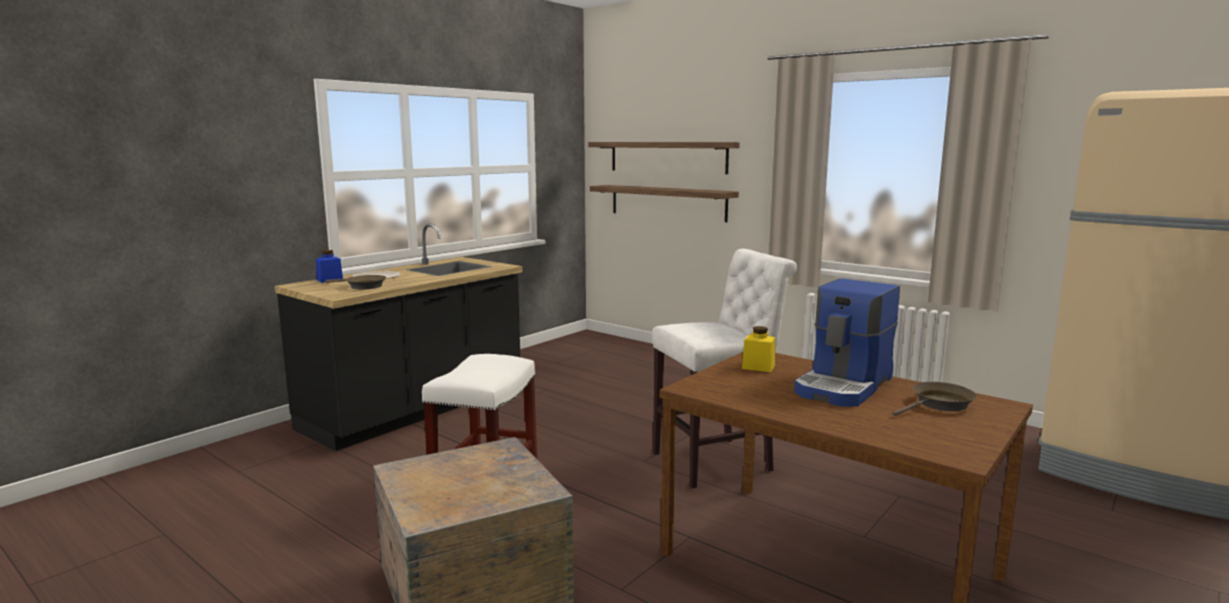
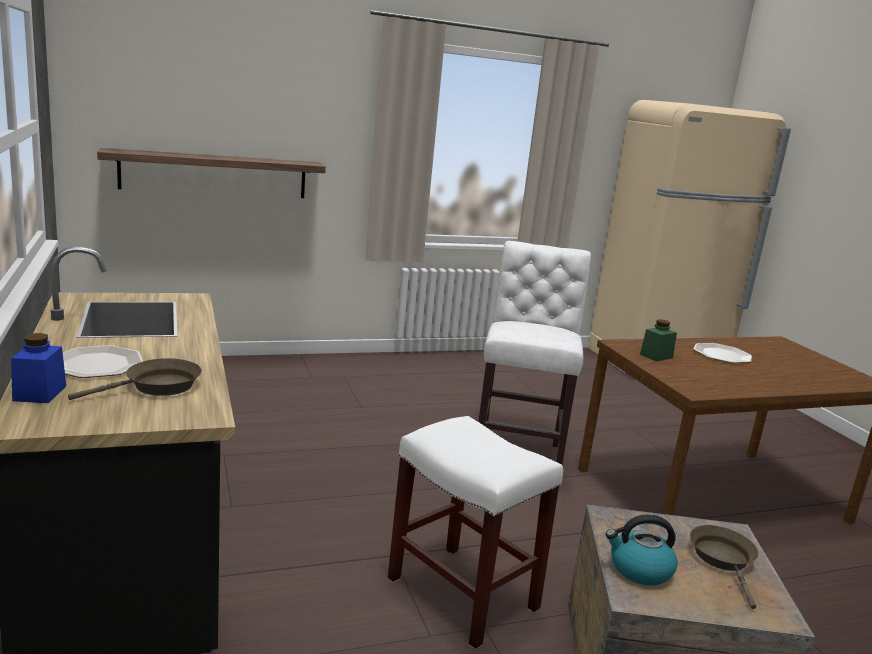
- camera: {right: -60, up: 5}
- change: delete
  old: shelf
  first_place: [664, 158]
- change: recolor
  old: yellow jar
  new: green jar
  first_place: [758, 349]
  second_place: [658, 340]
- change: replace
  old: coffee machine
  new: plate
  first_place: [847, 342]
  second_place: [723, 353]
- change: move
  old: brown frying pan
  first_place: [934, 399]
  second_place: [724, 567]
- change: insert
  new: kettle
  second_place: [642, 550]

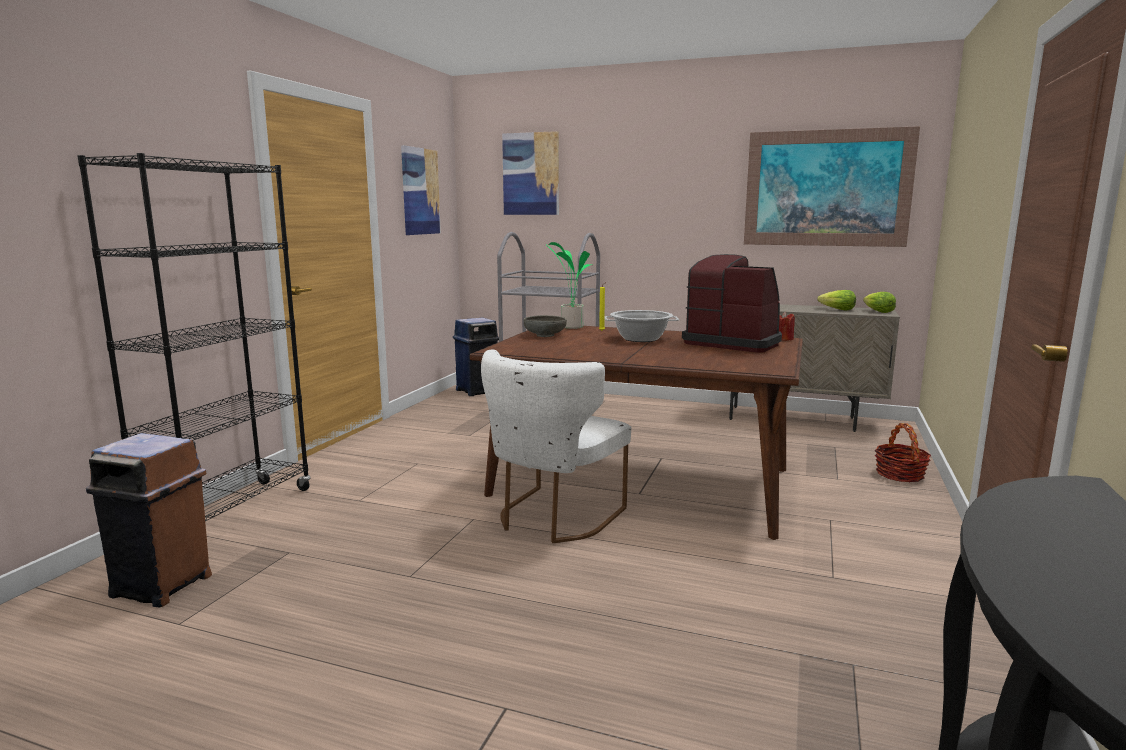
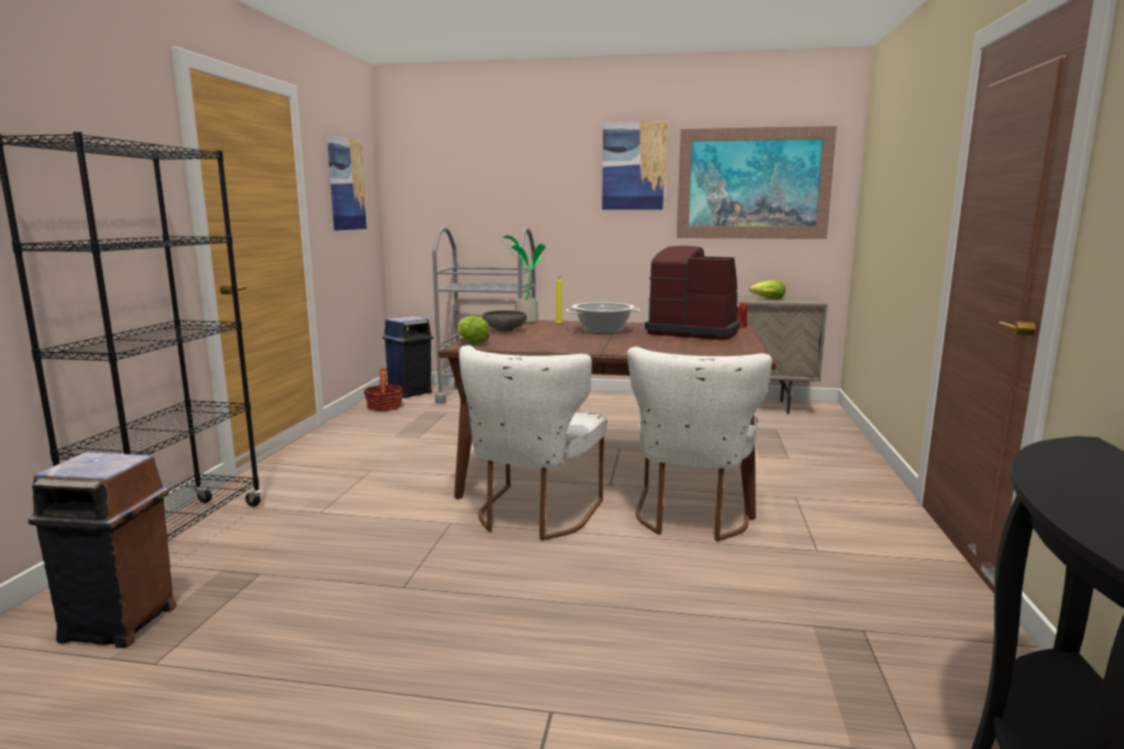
- camera: {right: -10, up: 0}
- change: move
  old: picture
  first_place: [530, 173]
  second_place: [635, 165]
- change: move
  old: lettuce
  first_place: [879, 302]
  second_place: [473, 330]
- change: move
  old: basket
  first_place: [903, 453]
  second_place: [383, 389]
- change: insert
  new: white chair
  second_place: [699, 444]

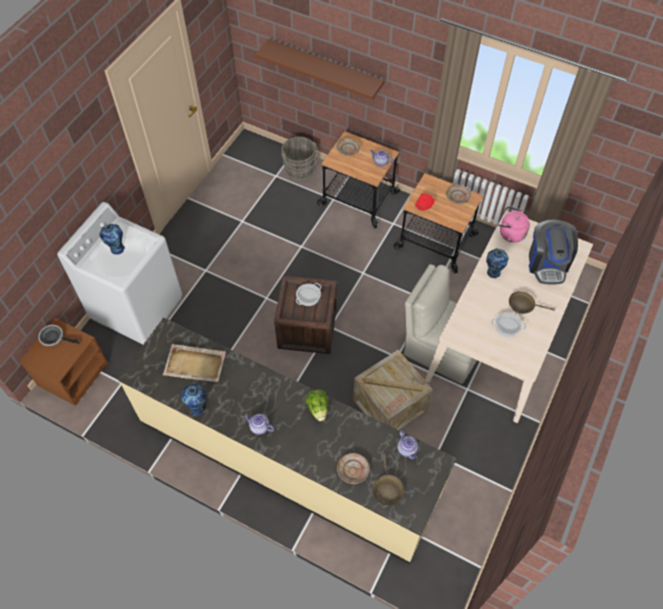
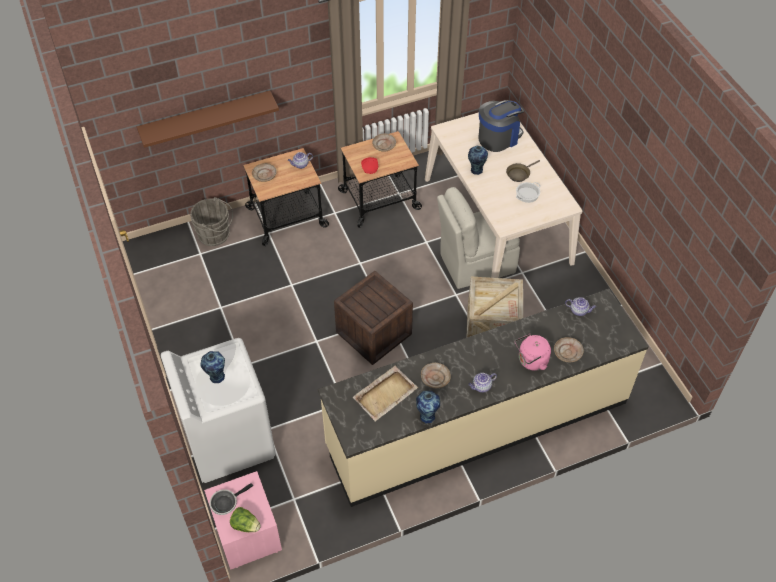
- camera: {right: -50, up: -5}
- change: recolor
  old: brown nightstand
  new: pink nightstand
  first_place: [63, 361]
  second_place: [243, 520]
- change: delete
  old: cooking pot
  first_place: [308, 294]
- change: move
  old: lettuce
  first_place: [316, 405]
  second_place: [245, 519]
- change: delete
  old: brown frying pan
  first_place: [388, 479]
- change: move
  old: pink kettle
  first_place: [514, 224]
  second_place: [533, 352]
- change: rotate
  old: coffee machine
  first_place: [553, 252]
  second_place: [501, 126]
  degrees: -75
- change: insert
  new: beige plate
  second_place: [436, 375]

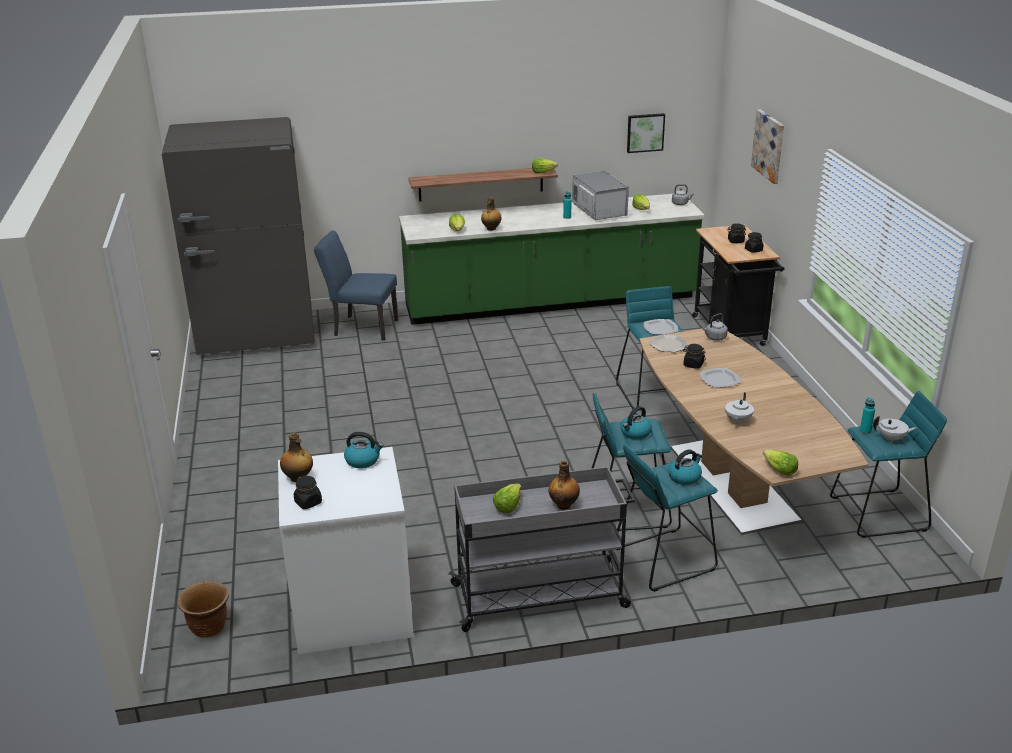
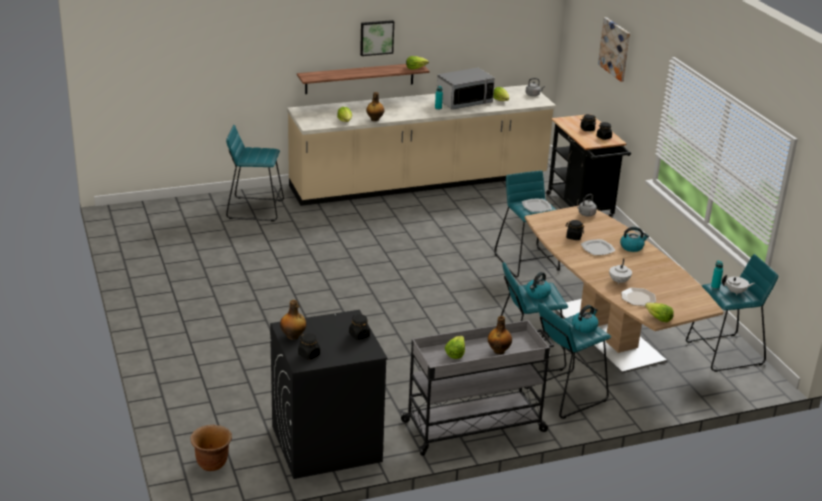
- camera: {right: -10, up: 0}
- change: delete
  old: grey fridge
  first_place: [238, 236]
- change: recolor
  old: white washing machine
  new: black washing machine
  first_place: [346, 550]
  second_place: [328, 394]
- change: replace
  old: blue chair
  new: turquoise stool
  first_place: [356, 286]
  second_place: [255, 173]
- change: move
  old: kettle
  first_place: [363, 450]
  second_place: [634, 239]
- change: recolor
  old: green counter
  new: beige counter
  first_place: [552, 259]
  second_place: [421, 145]
- change: rotate
  old: microwave
  first_place: [600, 195]
  second_place: [466, 89]
  degrees: 90
- change: move
  old: picture
  first_place: [646, 133]
  second_place: [377, 38]
- change: move
  old: plate
  first_place: [669, 343]
  second_place: [638, 297]
- change: insert
  new: black jar
  second_place: [359, 327]

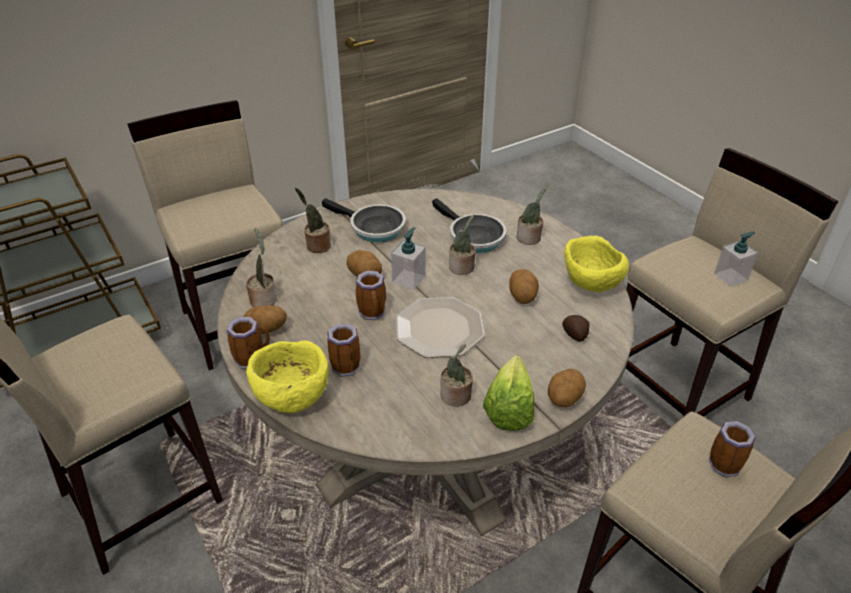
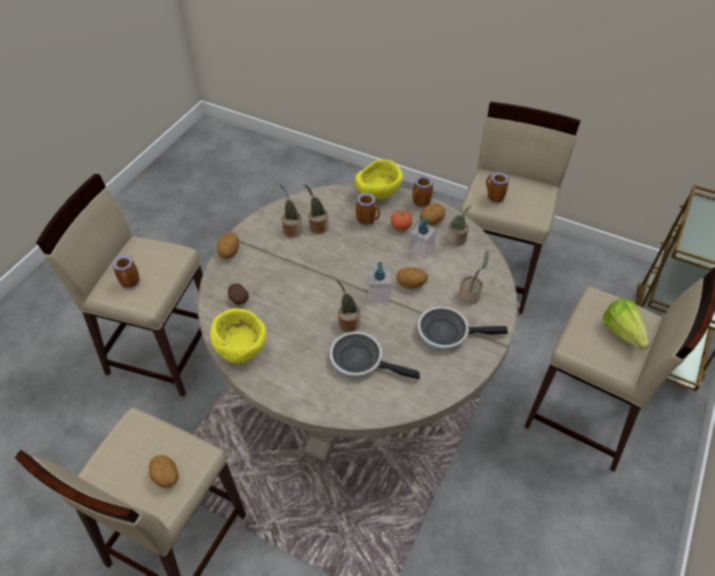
- camera: {right: 150, up: 10}
- change: move
  old: mug
  first_place: [371, 295]
  second_place: [497, 188]
- change: delete
  old: plate
  first_place: [440, 327]
- change: move
  old: lettuce
  first_place: [508, 393]
  second_place: [626, 324]
- change: move
  old: potato
  first_place: [524, 286]
  second_place: [164, 471]
- change: move
  old: potted plant
  first_place: [532, 215]
  second_place: [316, 209]
- change: move
  old: soap dispenser
  first_place: [736, 259]
  second_place: [422, 238]
- change: insert
  new: tomato
  second_place: [401, 220]

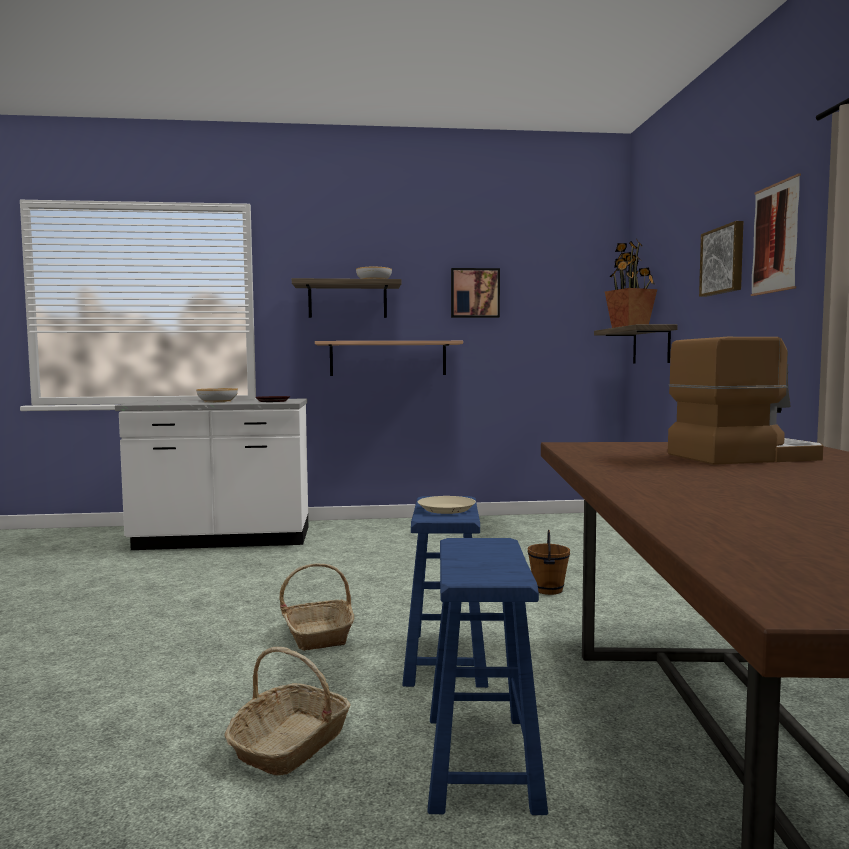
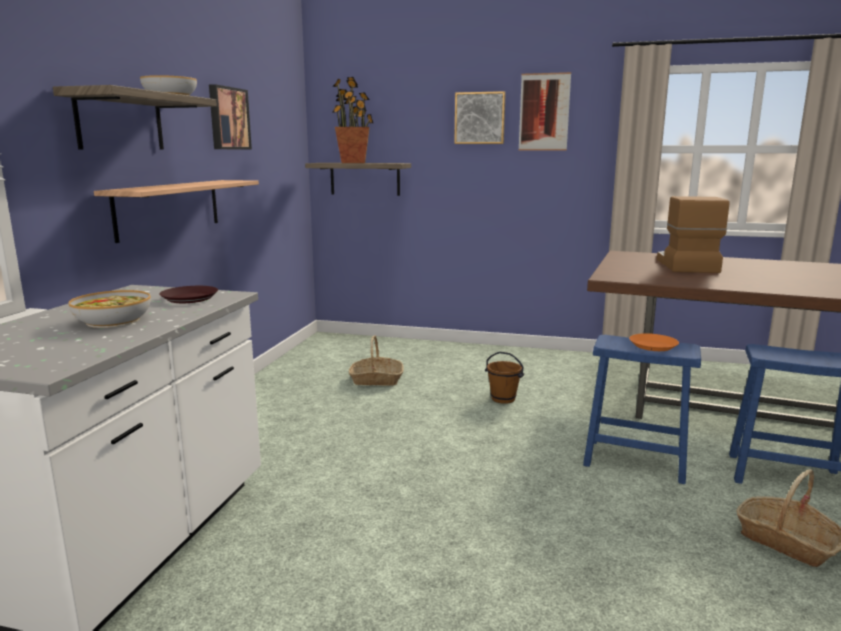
- camera: {right: -70, up: 10}
- change: move
  old: basket
  first_place: [316, 607]
  second_place: [376, 360]
- change: recolor
  old: beige plate
  new: orange plate
  first_place: [447, 505]
  second_place: [654, 342]

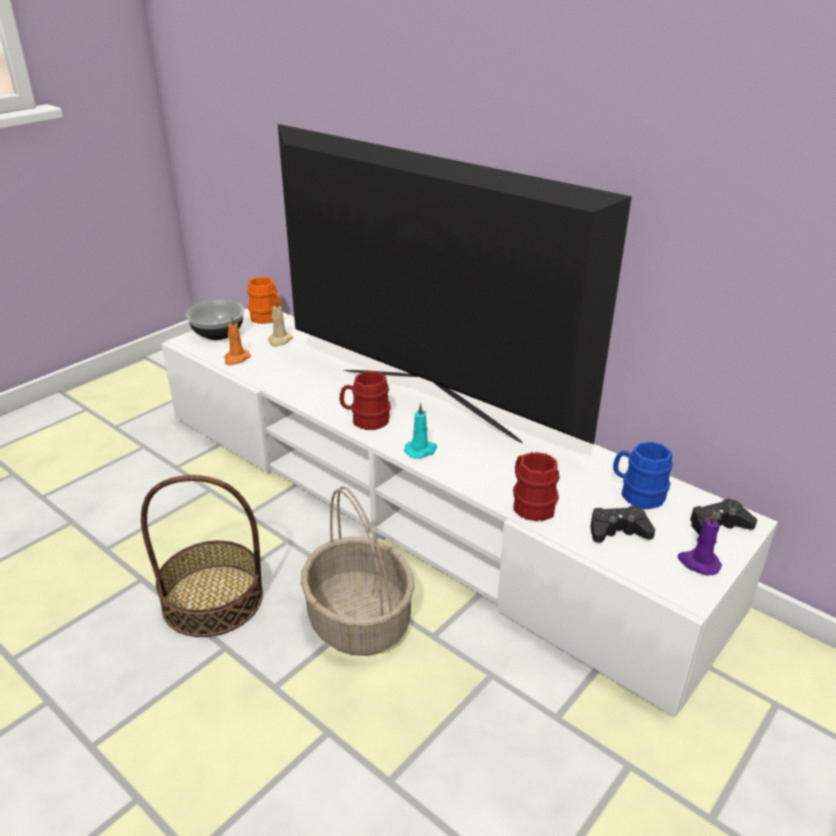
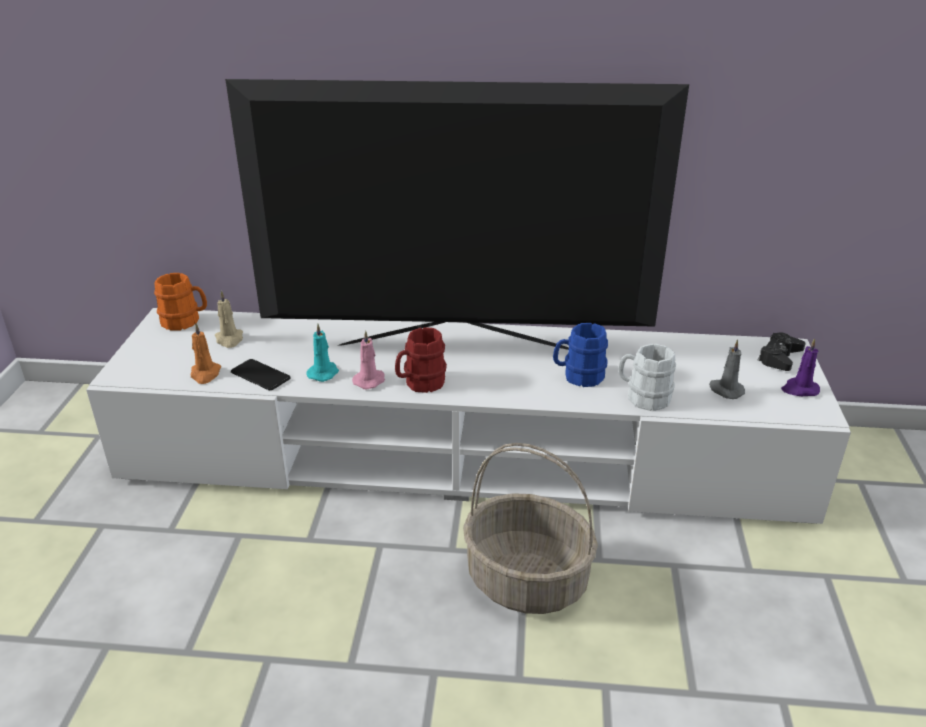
- camera: {right: -35, up: 0}
- change: delete
  old: basket
  first_place: [202, 556]
- change: delete
  old: bowl
  first_place: [215, 320]
- change: move
  old: turquoise candle
  first_place: [420, 430]
  second_place: [322, 353]
- change: recolor
  old: red mug
  new: white mug
  first_place: [536, 486]
  second_place: [647, 377]
- change: replace
  old: black game controller
  new: grey candle
  first_place: [622, 524]
  second_place: [727, 369]
- change: move
  old: blue mug
  first_place: [643, 475]
  second_place: [580, 355]
- change: insert
  new: phone
  second_place: [261, 374]
- change: insert
  new: pink candle
  second_place: [368, 360]

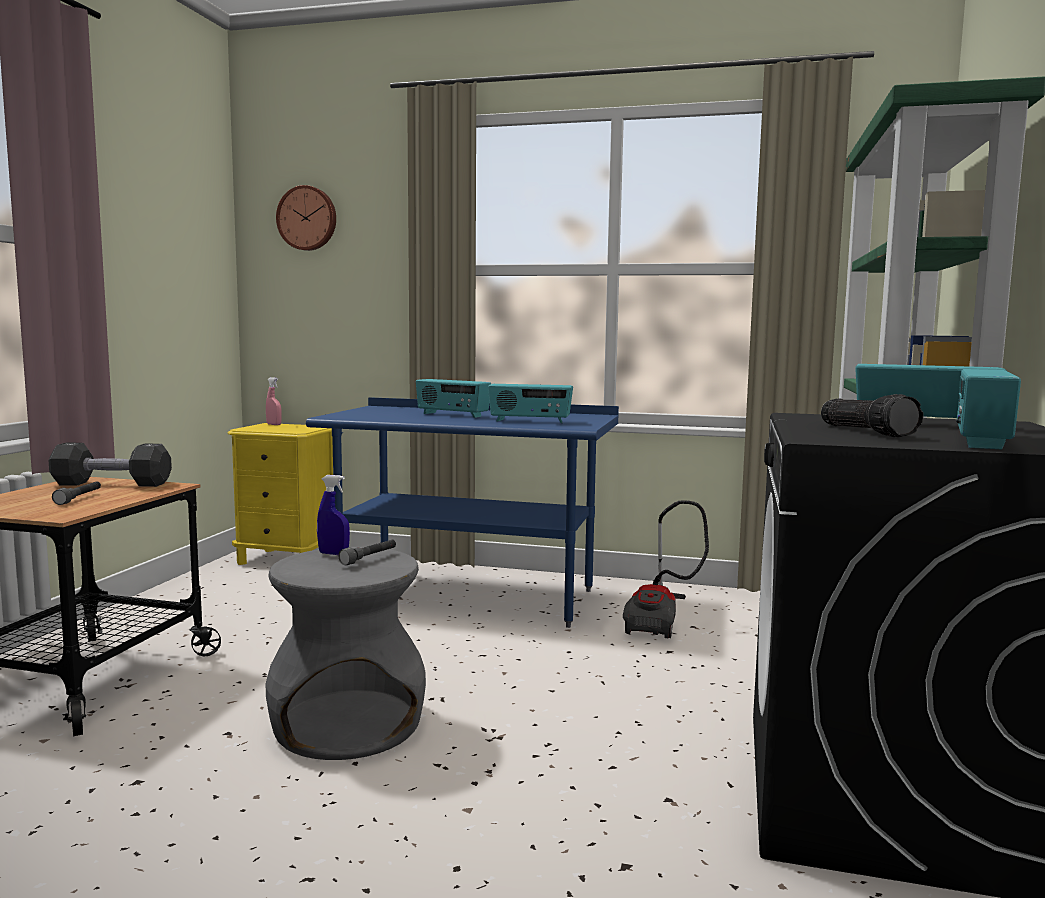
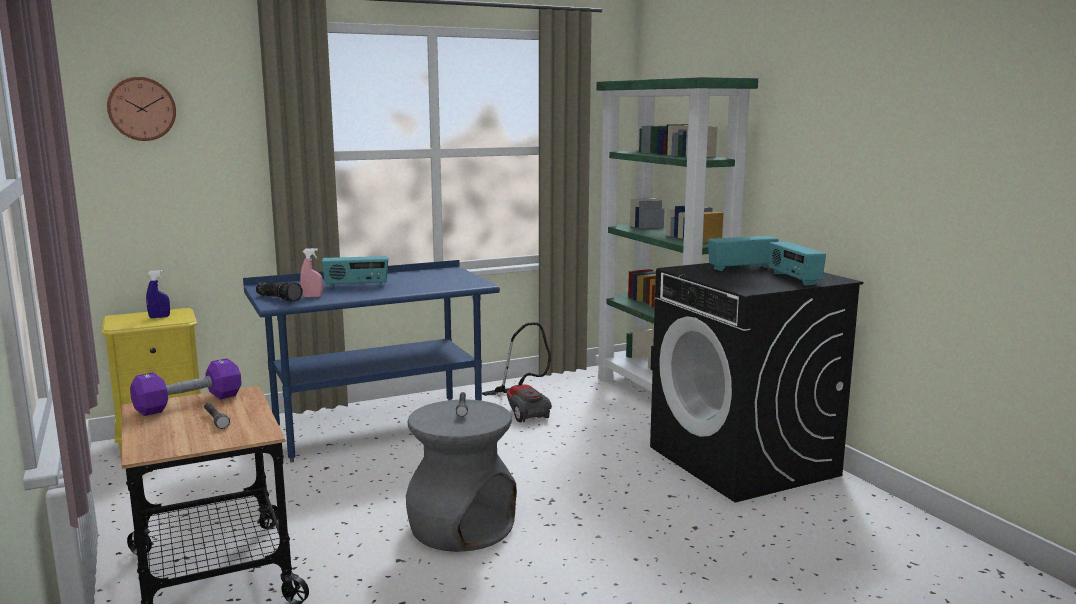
- camera: {right: -40, up: 5}
- change: recolor
  old: black dumbbell
  new: purple dumbbell
  first_place: [110, 465]
  second_place: [186, 387]
- change: move
  old: pink spray bottle
  first_place: [274, 401]
  second_place: [311, 272]
- change: move
  old: blue spray bottle
  first_place: [333, 515]
  second_place: [158, 294]
- change: delete
  old: radio
  first_place: [530, 403]
- change: move
  old: flashlight
  first_place: [872, 415]
  second_place: [279, 292]

